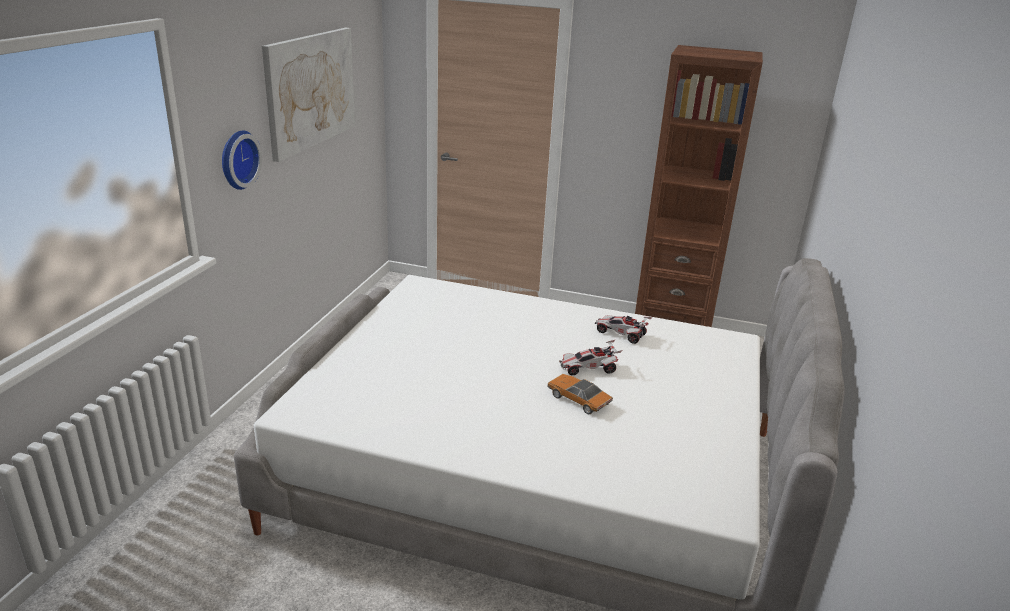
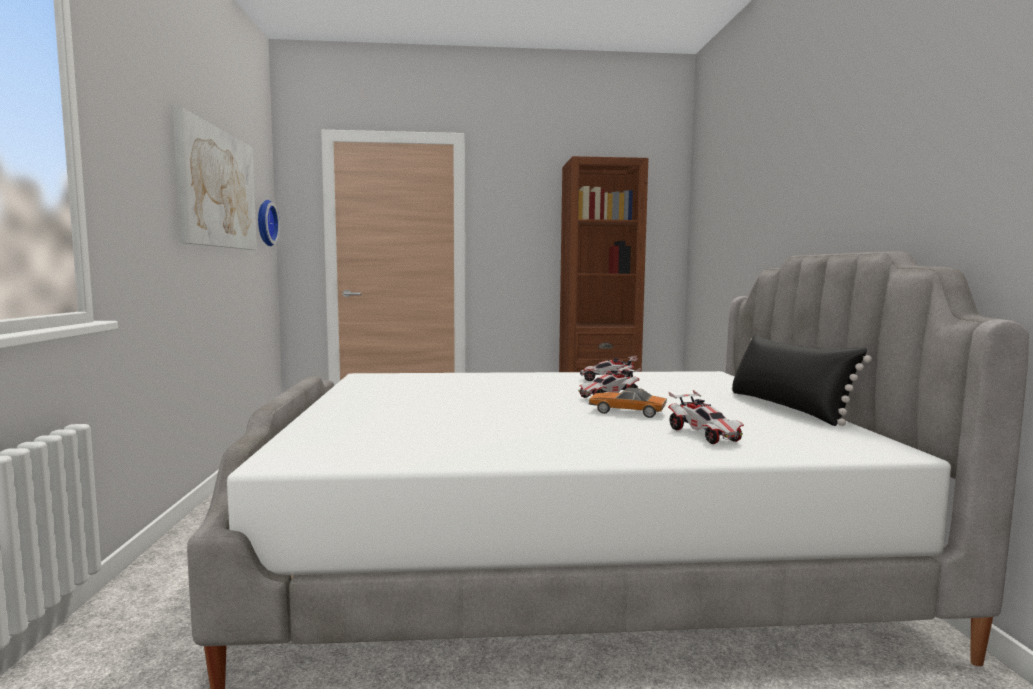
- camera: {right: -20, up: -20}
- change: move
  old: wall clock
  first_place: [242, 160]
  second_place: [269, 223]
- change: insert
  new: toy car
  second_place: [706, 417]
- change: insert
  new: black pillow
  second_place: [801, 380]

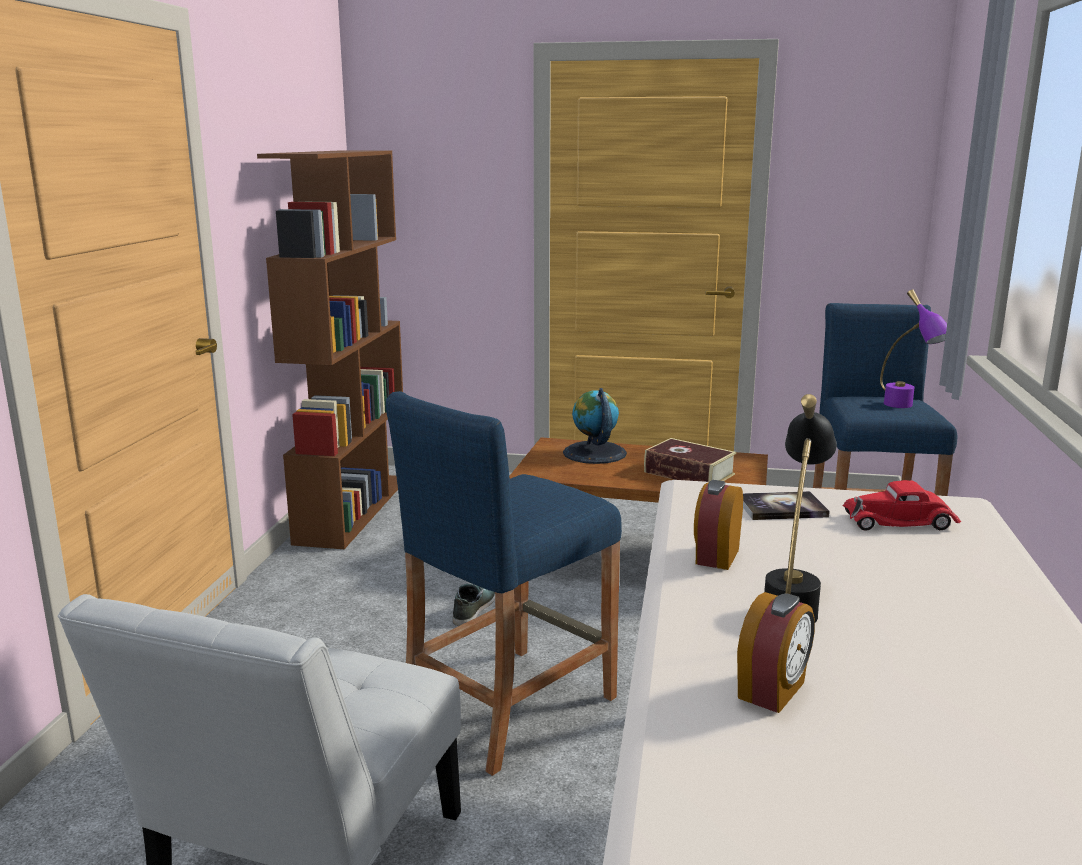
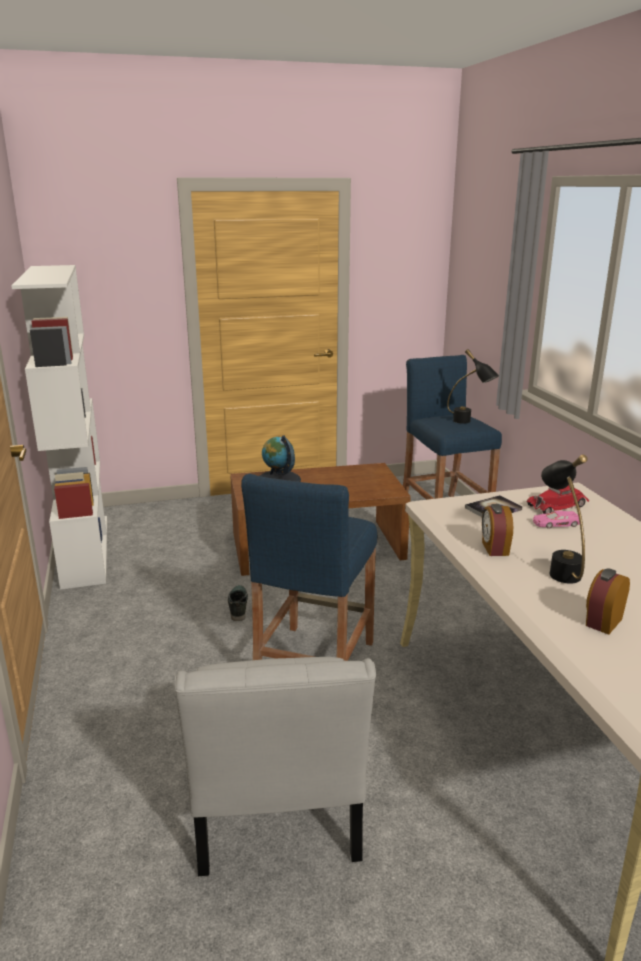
- camera: {right: -25, up: 5}
- change: recolor
  old: brown bookcase
  new: white bookcase
  first_place: [330, 349]
  second_place: [59, 427]
- change: delete
  old: book
  first_place: [690, 460]
- change: rotate
  old: alarm clock
  first_place: [776, 652]
  second_place: [608, 601]
  degrees: -150
- change: recolor
  old: purple table lamp
  new: black table lamp
  first_place: [913, 348]
  second_place: [473, 386]
- change: insert
  new: pink toy car
  second_place: [556, 520]

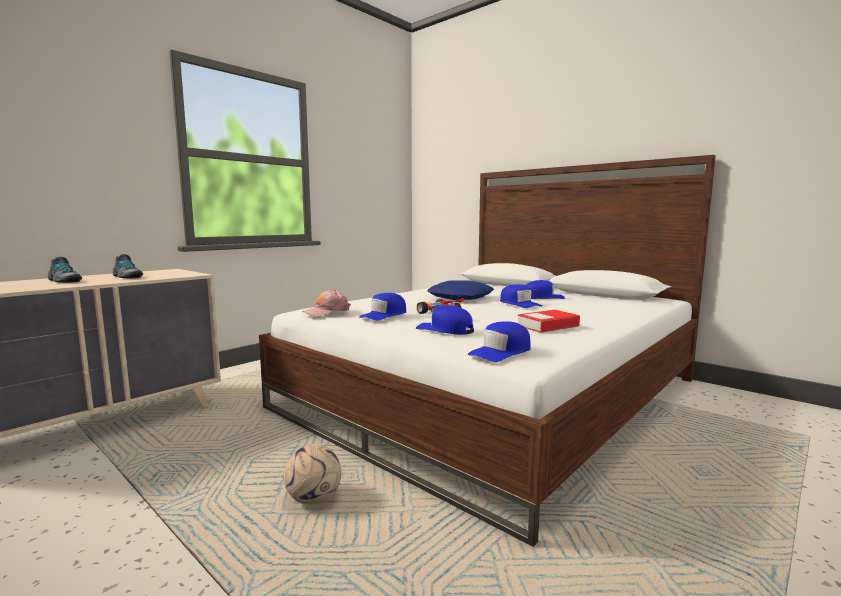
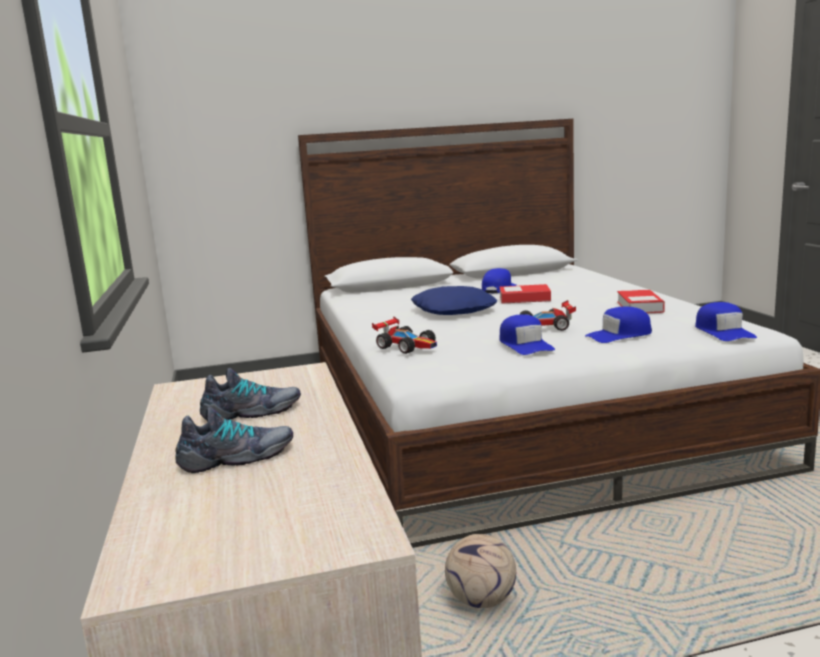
- camera: {right: -55, up: 5}
- change: move
  old: football
  first_place: [312, 474]
  second_place: [480, 571]
- change: delete
  old: pink cap
  first_place: [326, 303]
- change: replace
  old: blue cap
  new: book
  first_place: [521, 296]
  second_place: [525, 294]
- change: insert
  new: toy car
  second_place: [404, 335]

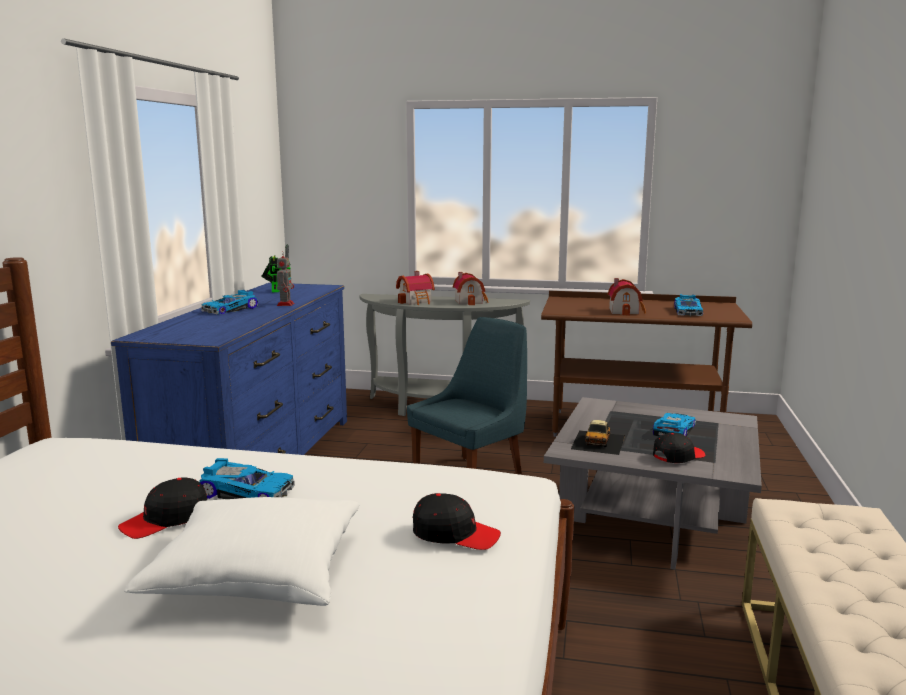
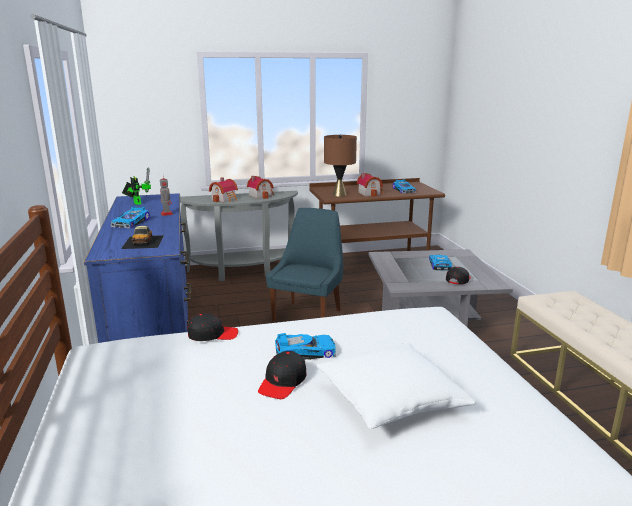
- camera: {right: -25, up: 5}
- change: move
  old: black cap
  first_place: [457, 521]
  second_place: [212, 327]
- change: move
  old: toy car
  first_place: [598, 437]
  second_place: [142, 237]
- change: insert
  new: brown table lamp
  second_place: [340, 165]

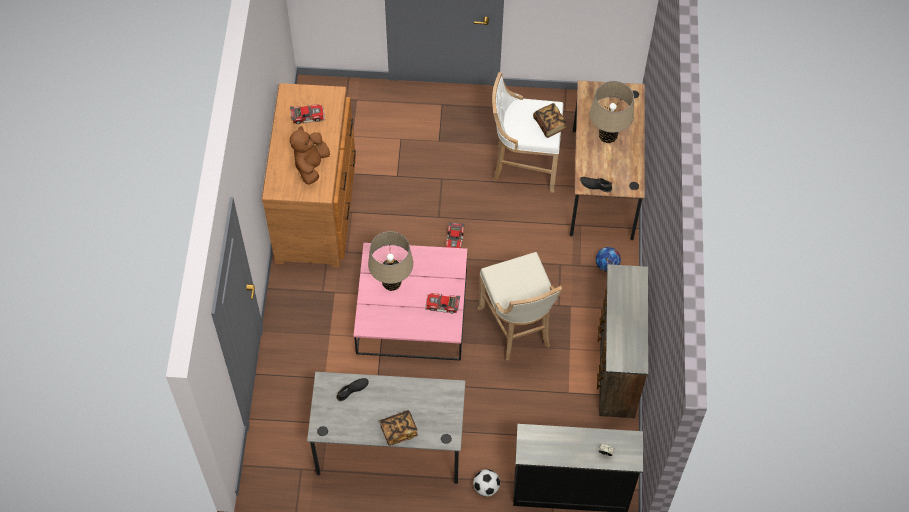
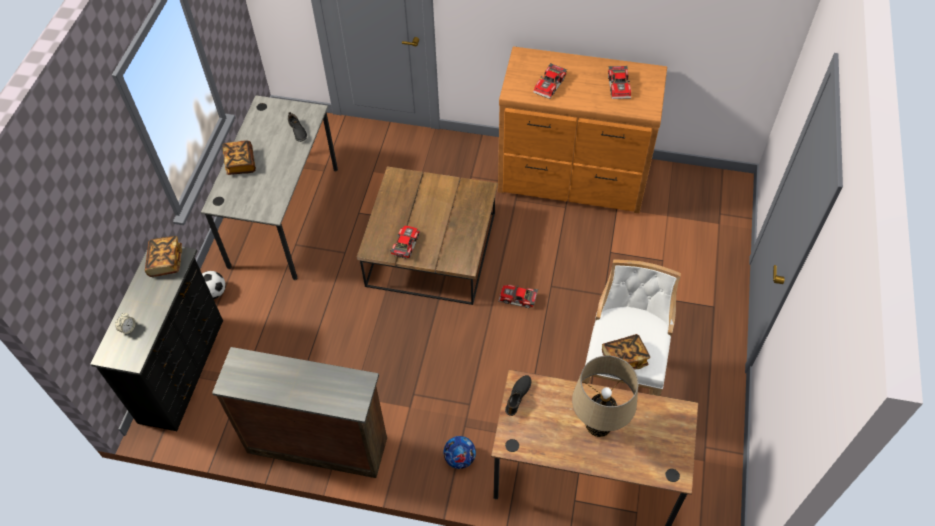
- camera: {right: 100, up: -5}
- change: replace
  old: brown plush toy
  new: toy car
  first_place: [310, 155]
  second_place: [550, 81]
- change: recolor
  old: pink coffee table
  new: brown coffee table
  first_place: [410, 302]
  second_place: [427, 236]
- change: delete
  old: beige table lamp
  first_place: [390, 261]
- change: delete
  old: beige stool
  first_place: [519, 306]
- change: insert
  new: book
  second_place: [163, 256]

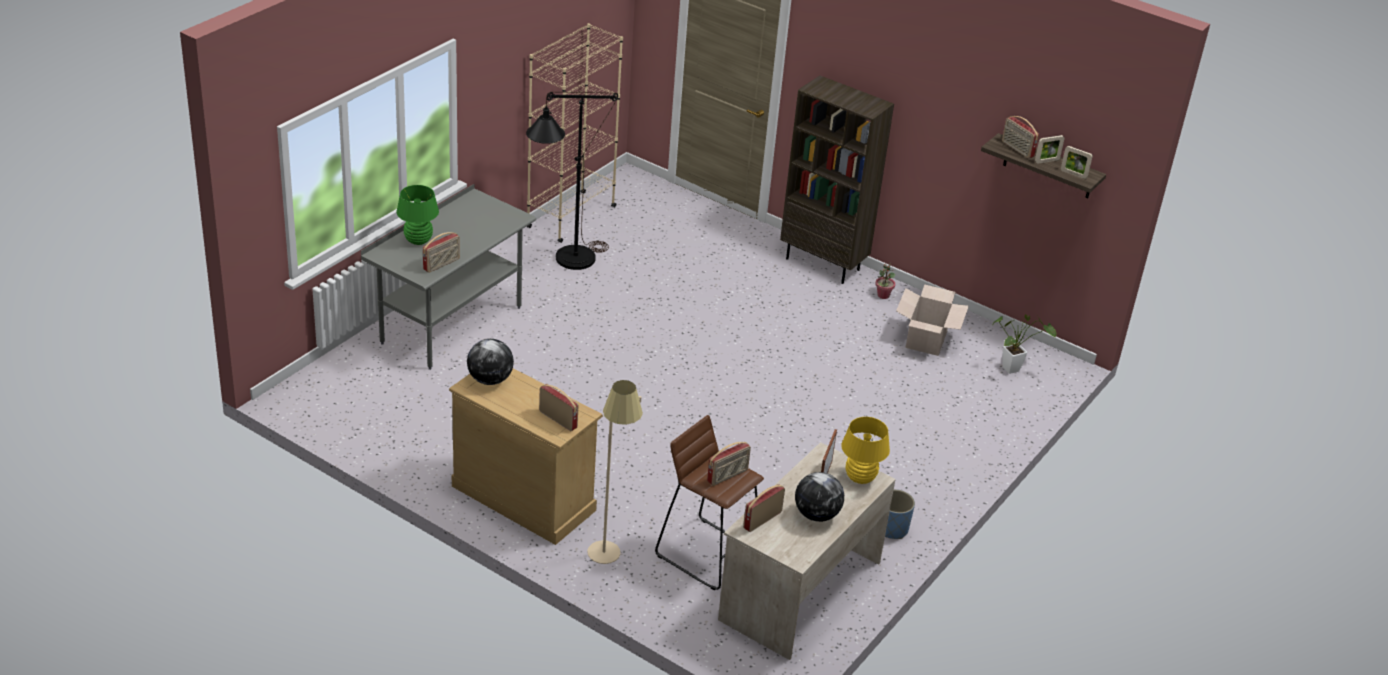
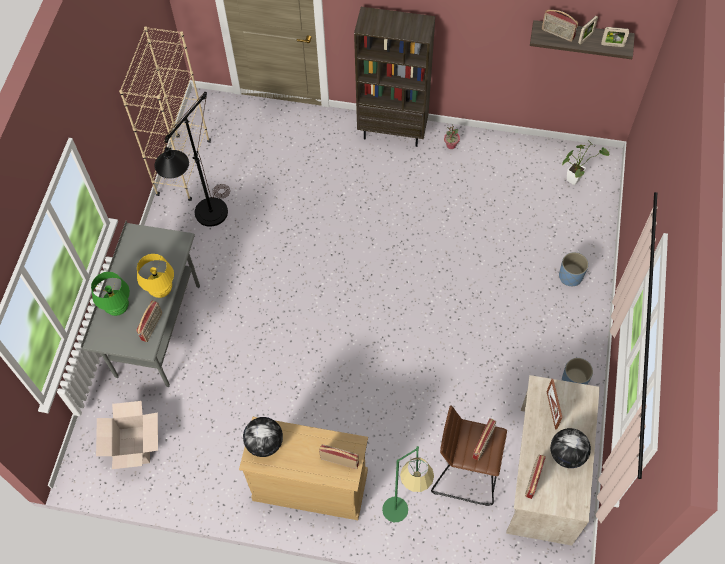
- camera: {right: -20, up: 25}
- change: recolor
  old: beige floor lamp
  new: green floor lamp
  first_place: [615, 472]
  second_place: [408, 484]
- change: move
  old: yellow table lamp
  first_place: [865, 450]
  second_place: [155, 276]
- change: move
  old: cardboard box
  first_place: [932, 320]
  second_place: [127, 435]
- change: insert
  new: blue planter
  second_place: [574, 269]

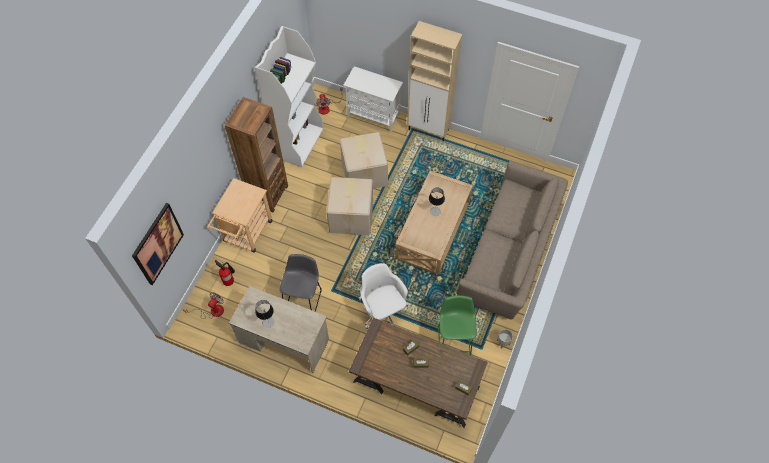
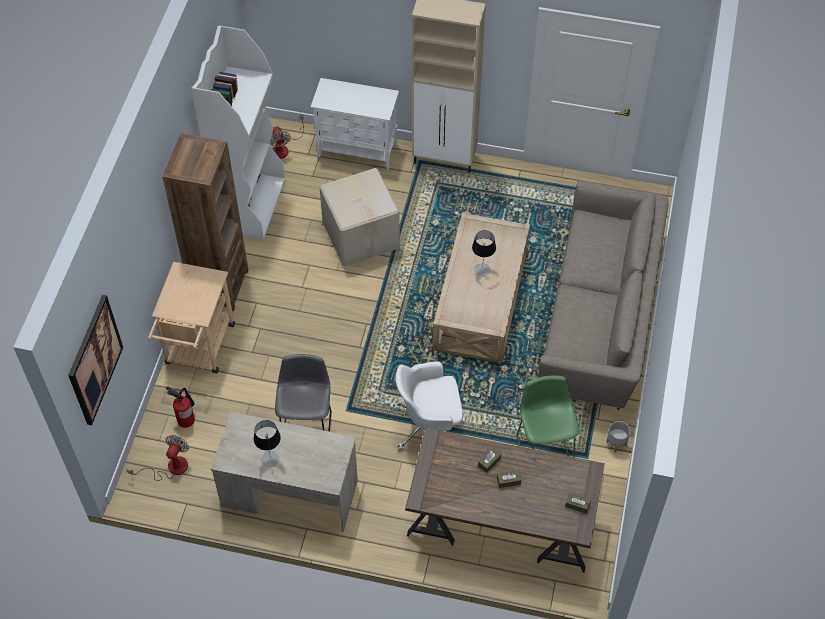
- camera: {right: -10, up: -5}
- change: delete
  old: cardboard box
  first_place: [350, 206]
- change: rotate
  old: white office chair
  first_place: [383, 296]
  second_place: [428, 406]
  degrees: -60

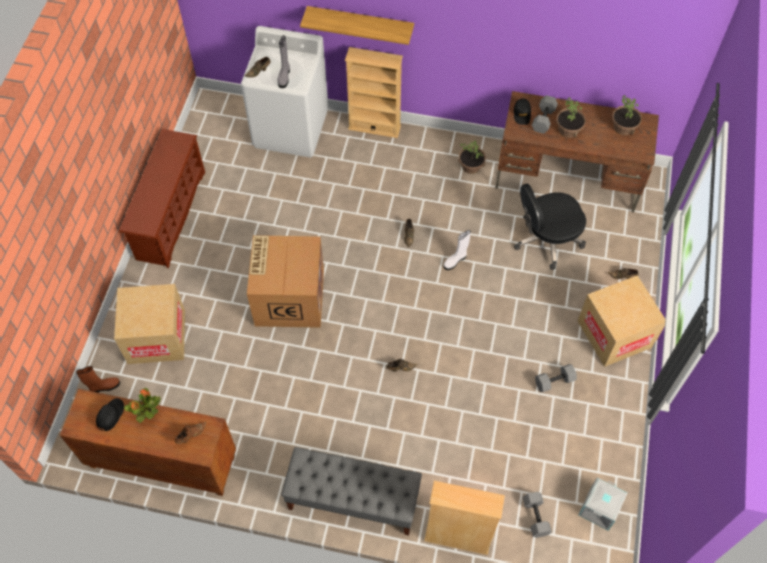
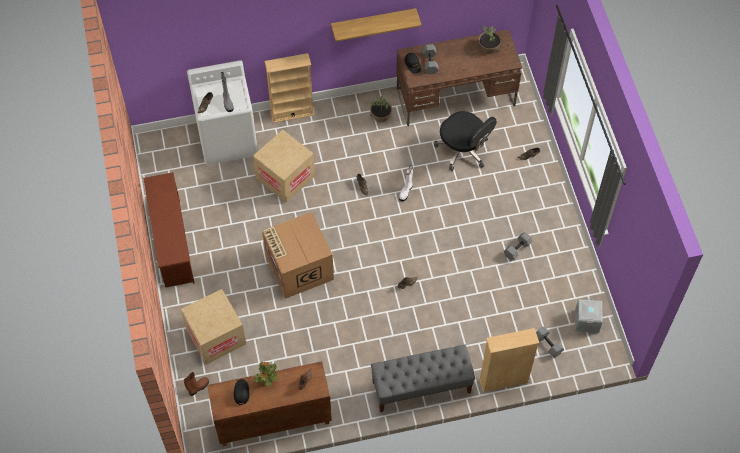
- camera: {right: -25, up: 0}
- change: move
  old: shelf
  first_place: [357, 25]
  second_place: [376, 25]
- change: rotate
  old: black office chair
  first_place: [550, 227]
  second_place: [465, 141]
  degrees: -90
- change: delete
  old: potted plant
  first_place: [571, 118]
- change: move
  old: cardboard box
  first_place: [621, 321]
  second_place: [284, 166]

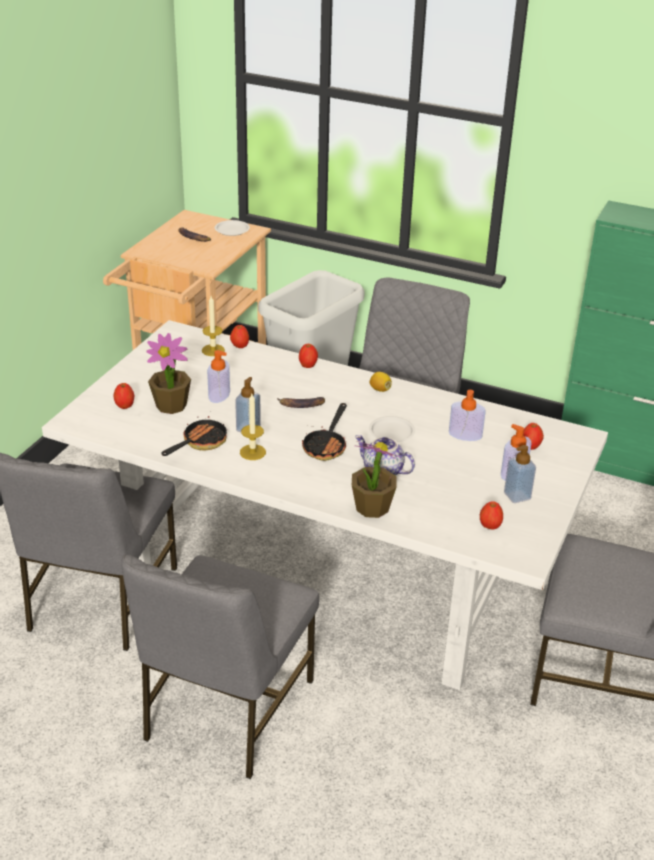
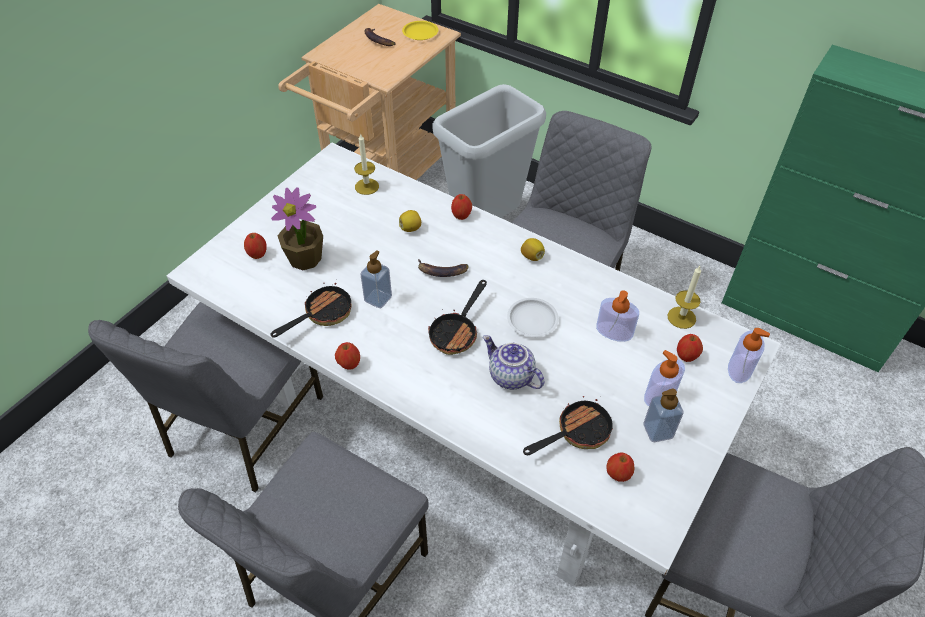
- camera: {right: 10, up: 15}
- change: move
  old: soap dispenser
  first_place: [218, 376]
  second_place: [749, 355]
- change: recolor
  old: white plate
  new: yellow plate
  first_place: [232, 228]
  second_place: [420, 30]
- change: move
  old: apple
  first_place: [239, 336]
  second_place: [347, 356]
- change: move
  old: candle
  first_place: [253, 427]
  second_place: [684, 297]
- change: delete
  old: potted plant
  first_place: [376, 479]
- change: insert
  new: lemon
  second_place: [410, 221]
- change: insert
  new: frying pan
  second_place: [568, 425]

